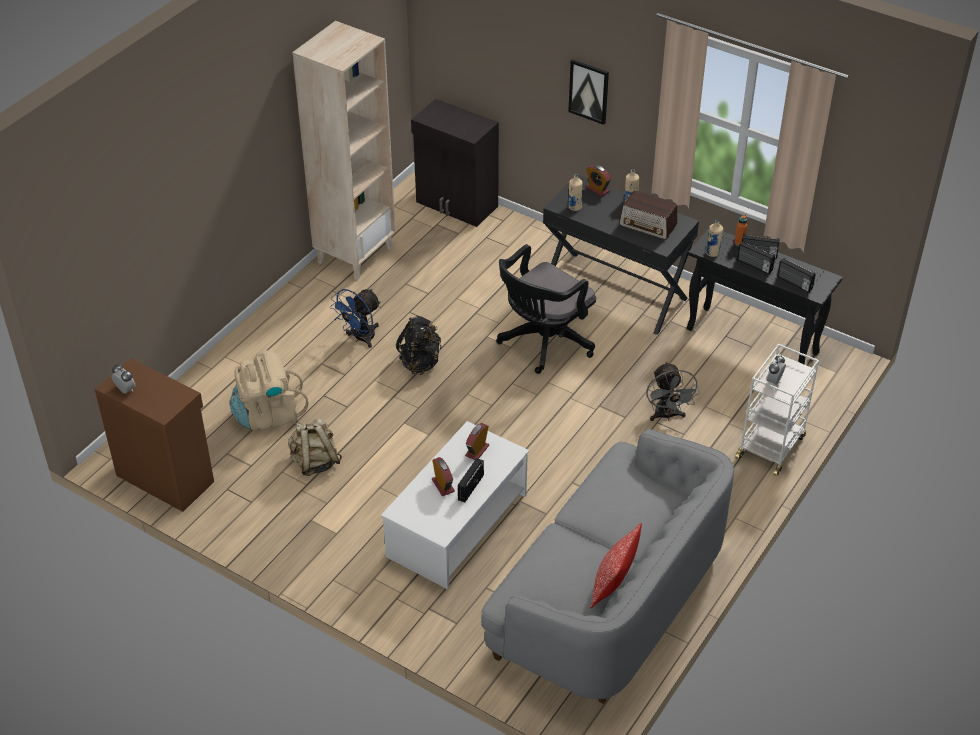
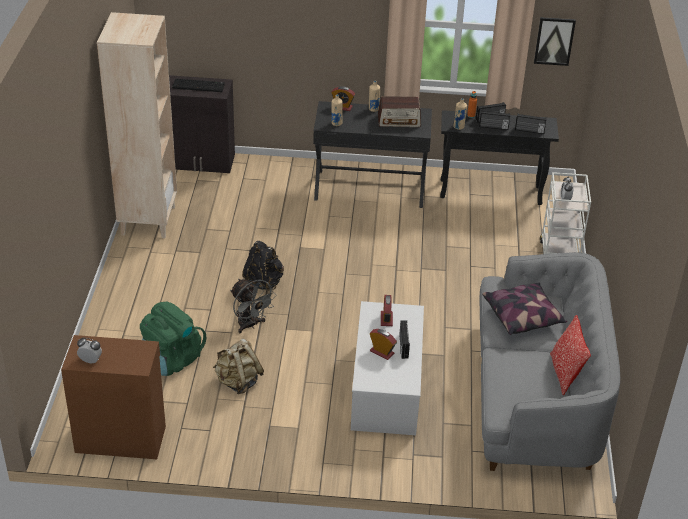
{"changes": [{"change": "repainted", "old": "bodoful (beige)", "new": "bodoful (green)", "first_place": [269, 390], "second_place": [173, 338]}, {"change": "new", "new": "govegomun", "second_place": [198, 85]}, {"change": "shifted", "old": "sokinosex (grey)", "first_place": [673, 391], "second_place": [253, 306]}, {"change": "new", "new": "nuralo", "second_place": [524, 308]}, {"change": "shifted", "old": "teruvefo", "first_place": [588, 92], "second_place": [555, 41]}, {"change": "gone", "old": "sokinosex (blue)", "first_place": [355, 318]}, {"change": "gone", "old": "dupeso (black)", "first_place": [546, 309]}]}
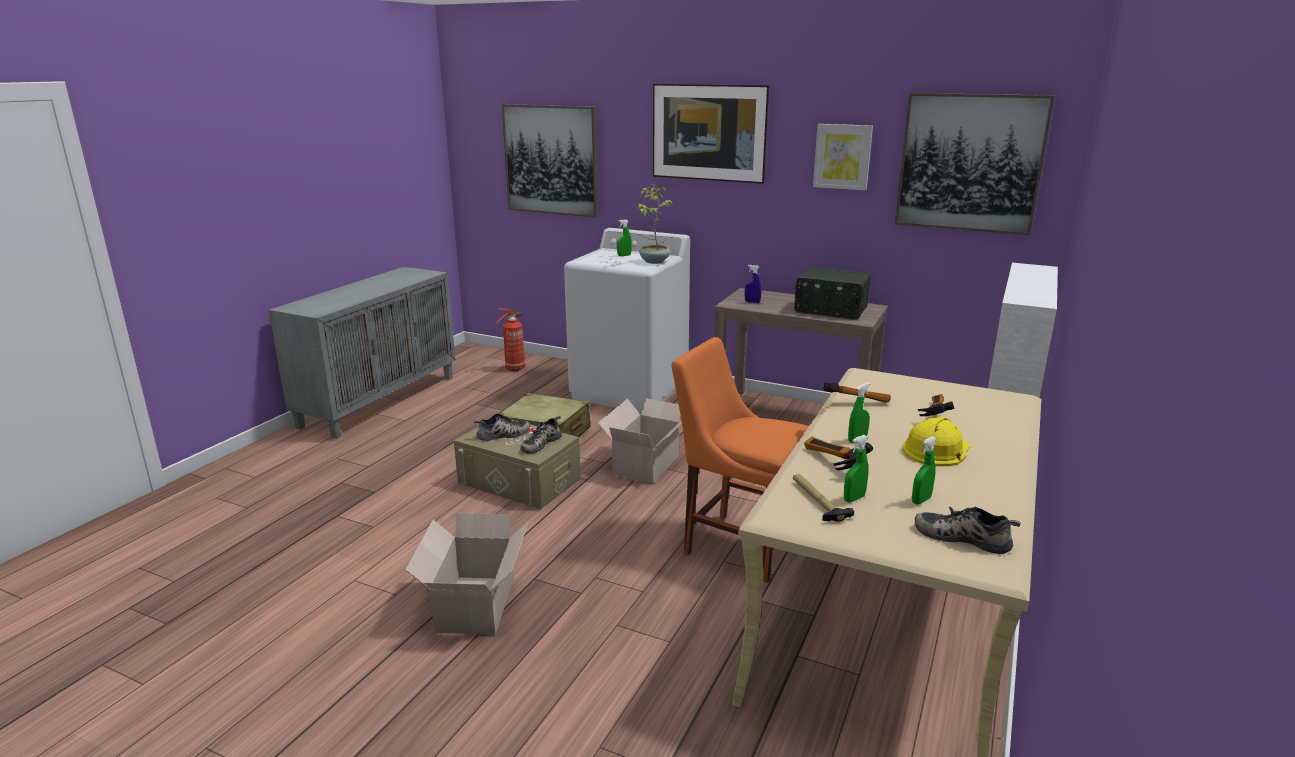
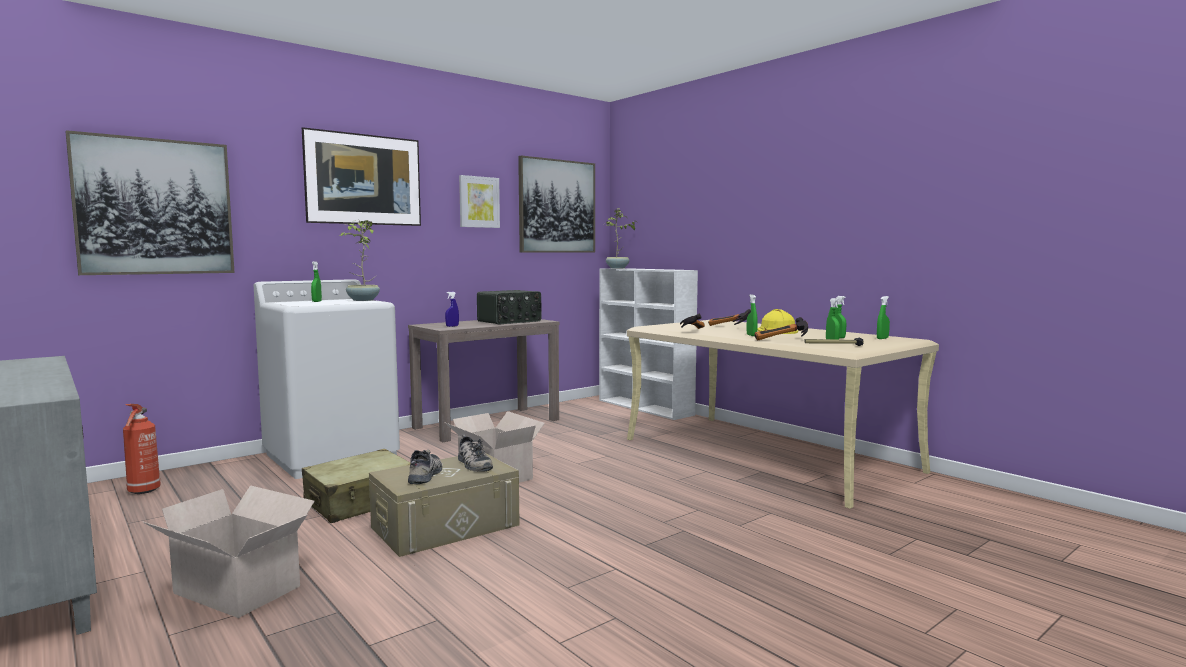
{"changes": [{"change": "shifted", "old": "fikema", "first_place": [467, 574], "second_place": [228, 551]}, {"change": "new", "new": "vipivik", "second_place": [622, 238]}, {"change": "swapped", "old": "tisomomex", "new": "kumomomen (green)", "first_place": [968, 530], "second_place": [883, 317]}, {"change": "gone", "old": "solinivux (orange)", "first_place": [740, 460]}]}
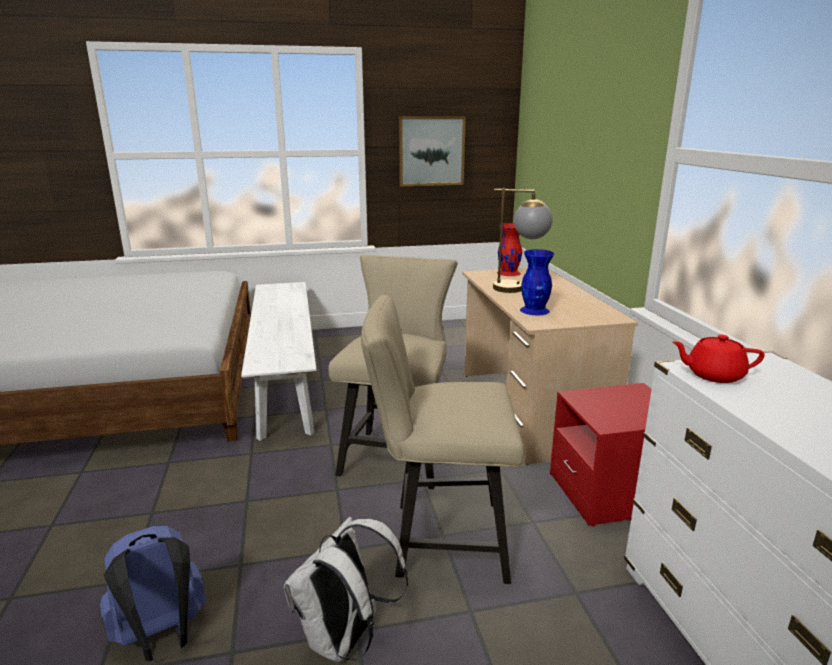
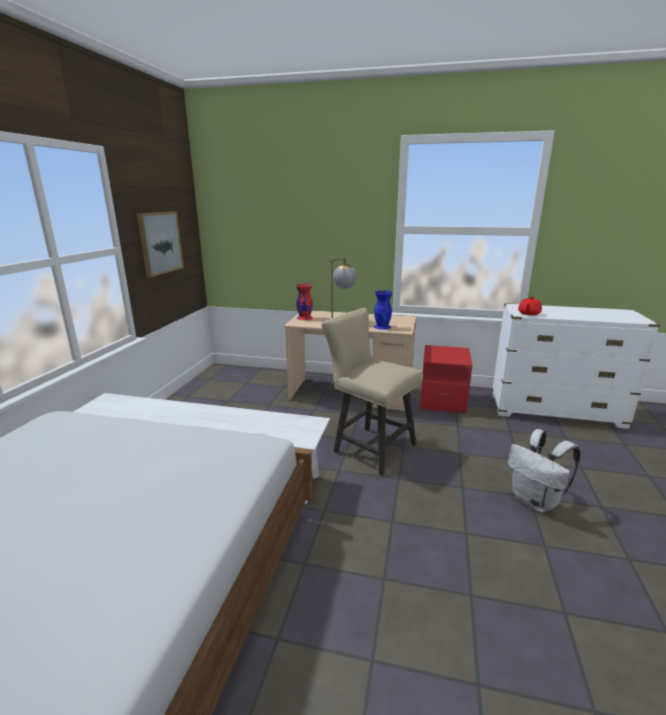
{"changes": [{"change": "gone", "old": "bodoful (blue)", "first_place": [153, 593]}, {"change": "gone", "old": "solinivux (beige)", "first_place": [442, 439]}]}
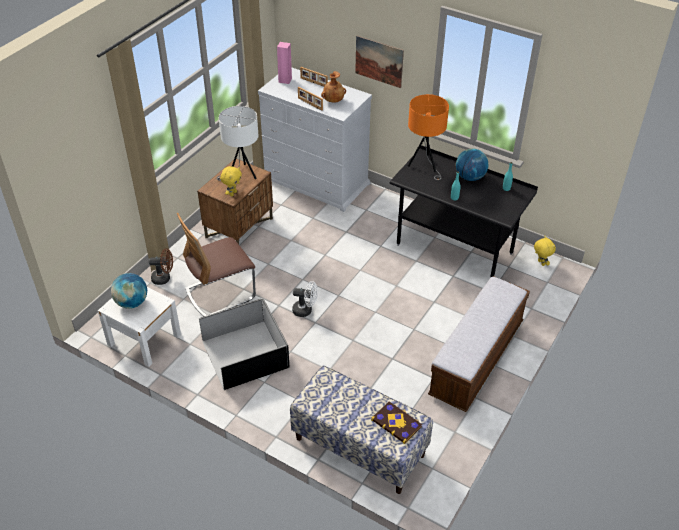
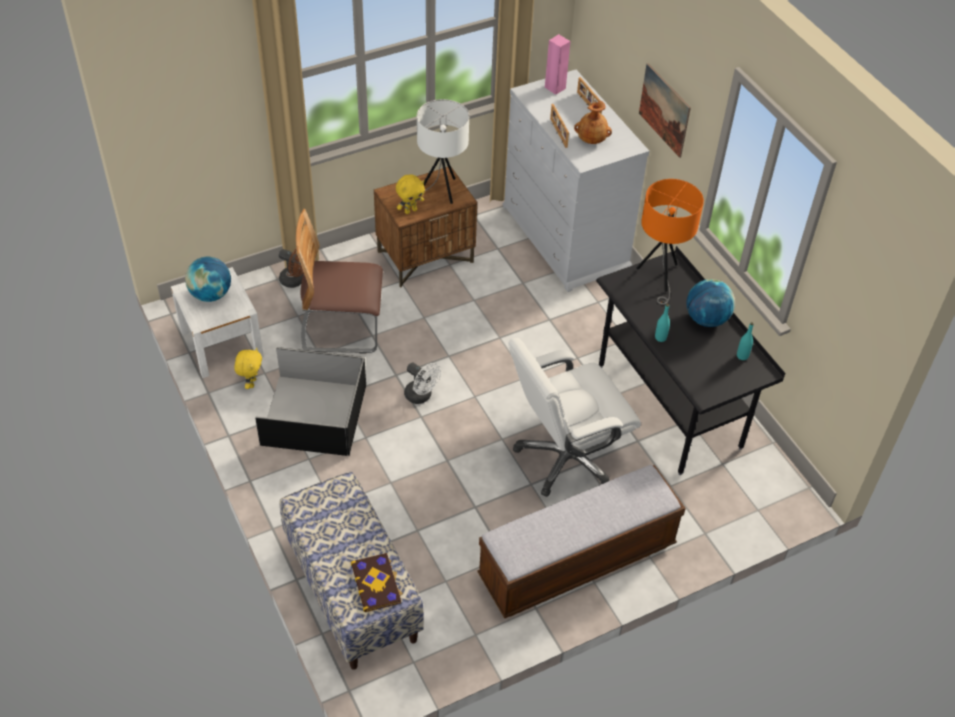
{"changes": [{"change": "shifted", "old": "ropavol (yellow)", "first_place": [545, 251], "second_place": [248, 368]}, {"change": "new", "new": "dupeso (white)", "second_place": [575, 417]}]}
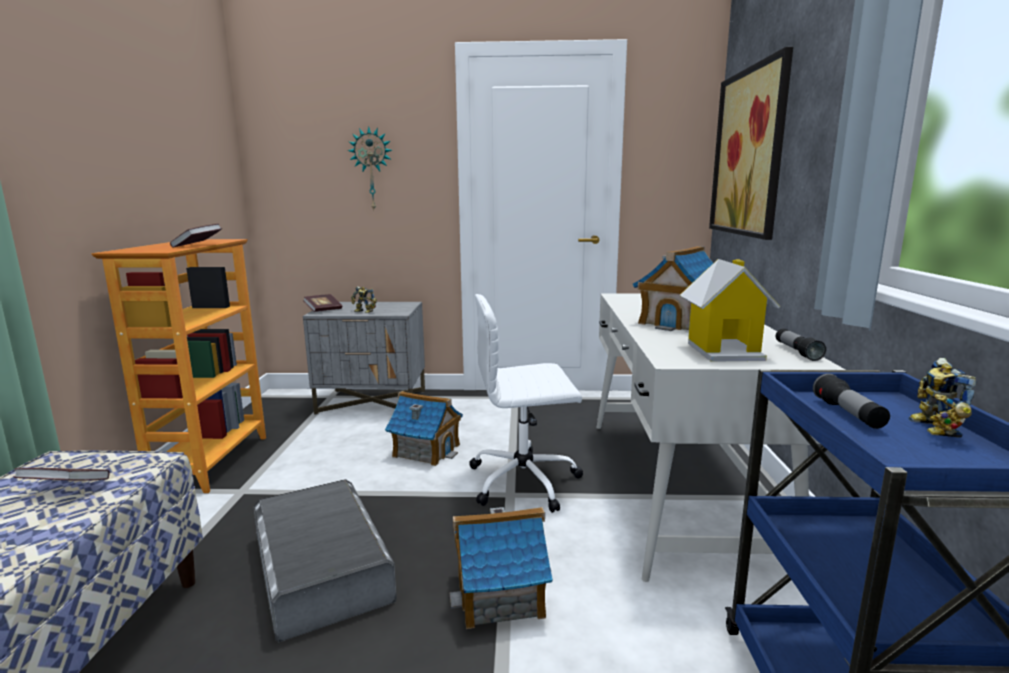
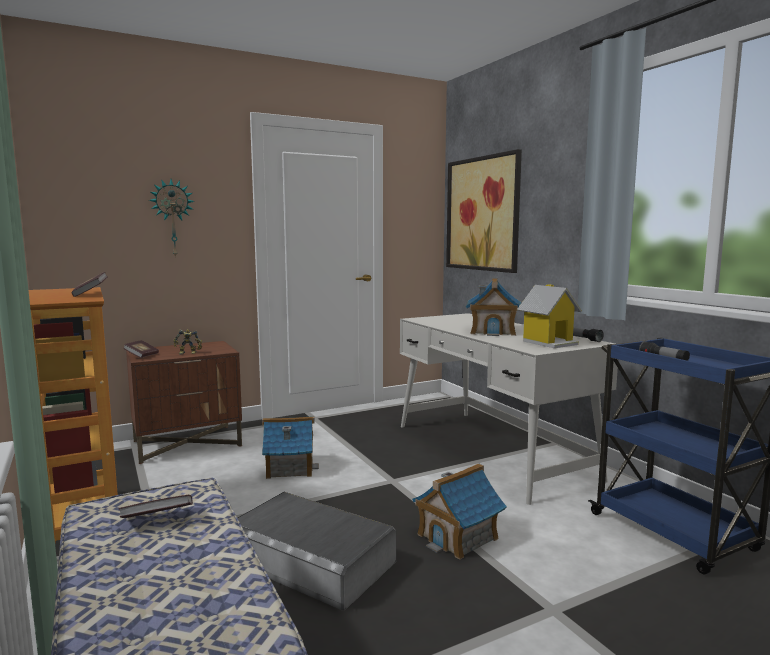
{"changes": [{"change": "repainted", "old": "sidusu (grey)", "new": "sidusu (brown)", "first_place": [364, 358], "second_place": [184, 402]}, {"change": "gone", "old": "dupeso (white)", "first_place": [526, 403]}, {"change": "gone", "old": "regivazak", "first_place": [942, 398]}]}
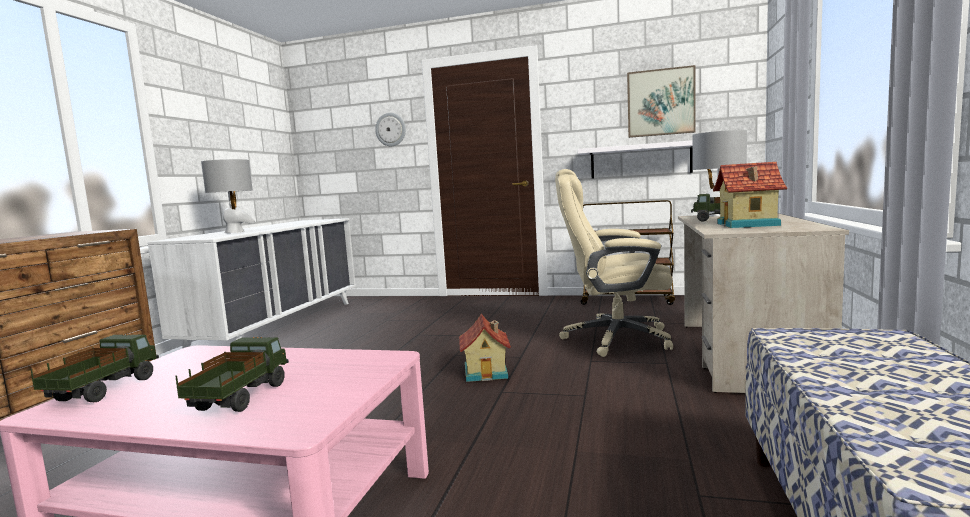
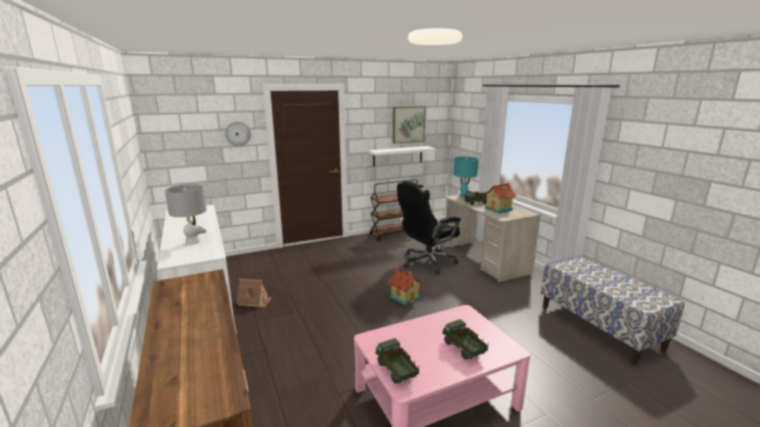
{"changes": [{"change": "new", "new": "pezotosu", "second_place": [254, 293]}, {"change": "repainted", "old": "dupeso (beige)", "new": "dupeso (black)", "first_place": [614, 263], "second_place": [429, 227]}, {"change": "repainted", "old": "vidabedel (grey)", "new": "vidabedel (turquoise)", "first_place": [719, 173], "second_place": [466, 177]}]}
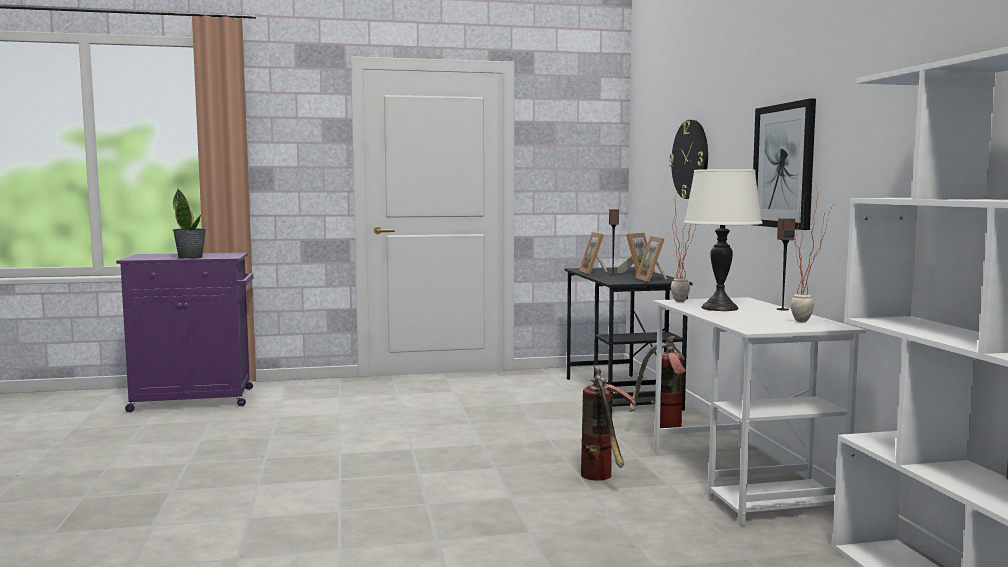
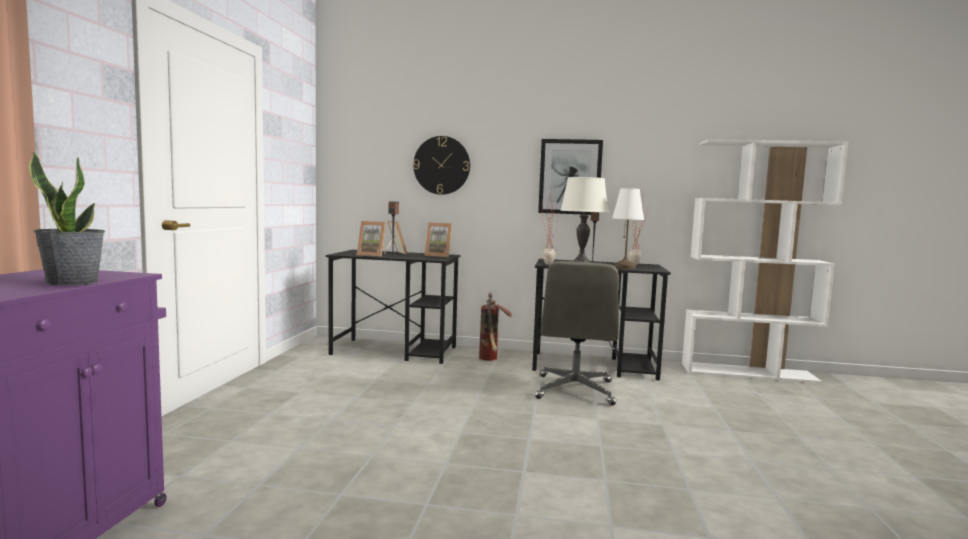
{"changes": [{"change": "repainted", "old": "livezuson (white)", "new": "livezuson (black)", "first_place": [759, 411], "second_place": [601, 320]}, {"change": "swapped", "old": "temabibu", "new": "dupeso (grey)", "first_place": [608, 423], "second_place": [577, 333]}, {"change": "new", "new": "vidabedel (white)", "second_place": [628, 228]}]}
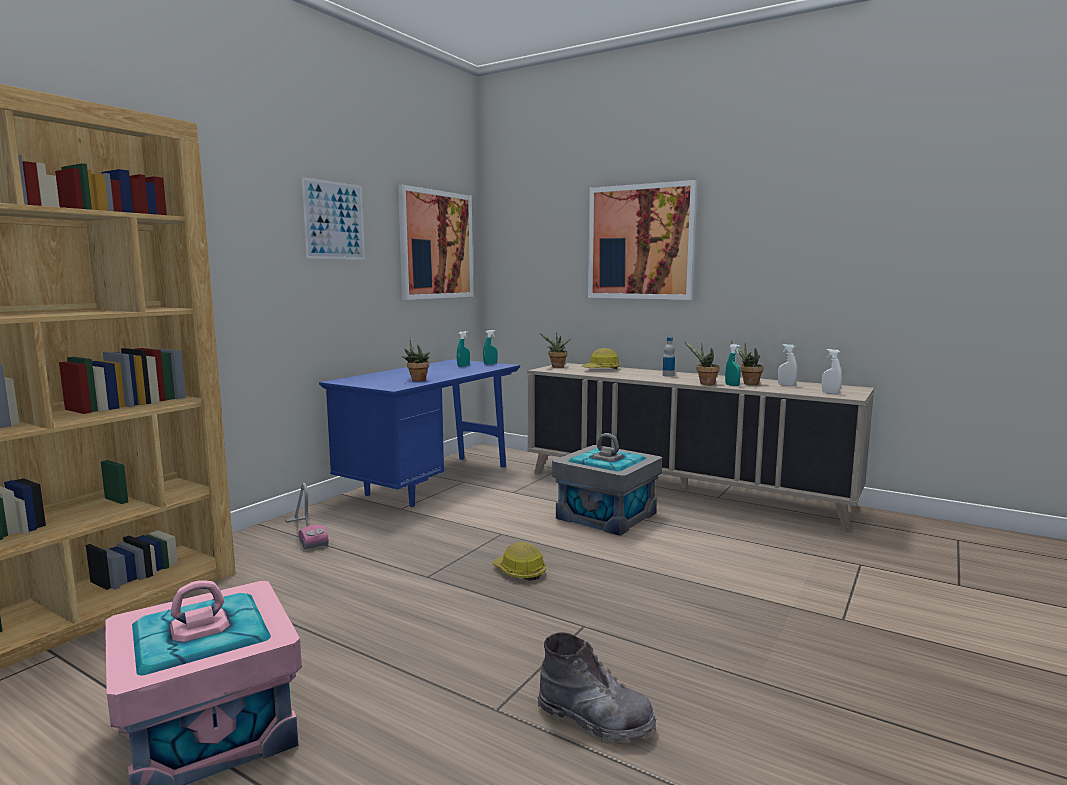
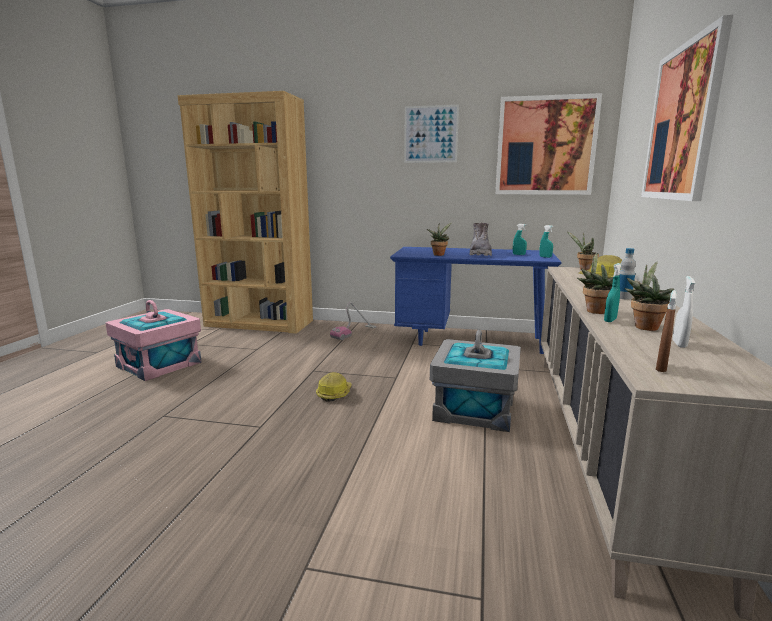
{"changes": [{"change": "shifted", "old": "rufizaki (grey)", "first_place": [597, 688], "second_place": [481, 239]}, {"change": "repainted", "old": "kumomomen (white)", "new": "kumomomen (brown)", "first_place": [832, 371], "second_place": [666, 331]}]}
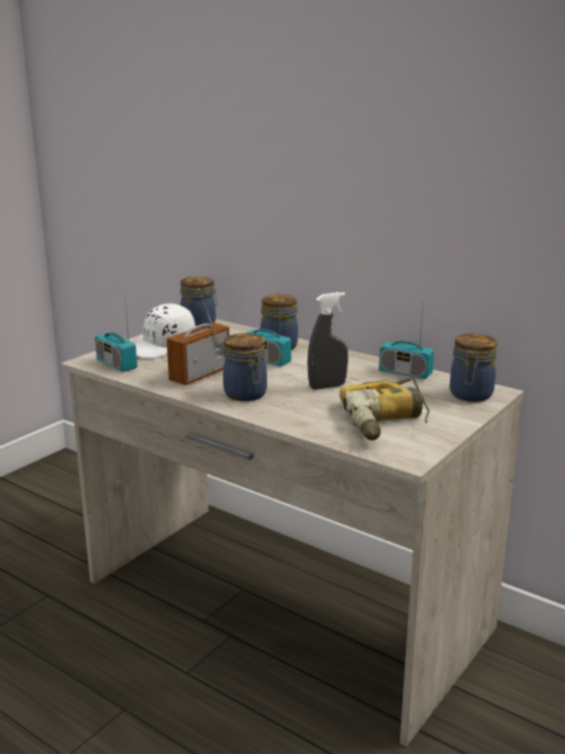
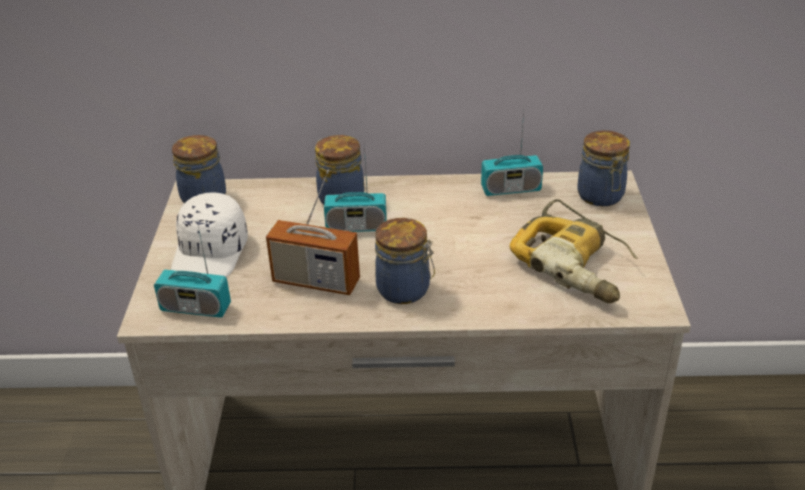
{"changes": [{"change": "rotated", "old": "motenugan", "first_place": [198, 336], "second_place": [313, 232], "degrees": -75}, {"change": "gone", "old": "kumomomen (grey)", "first_place": [327, 341]}]}
